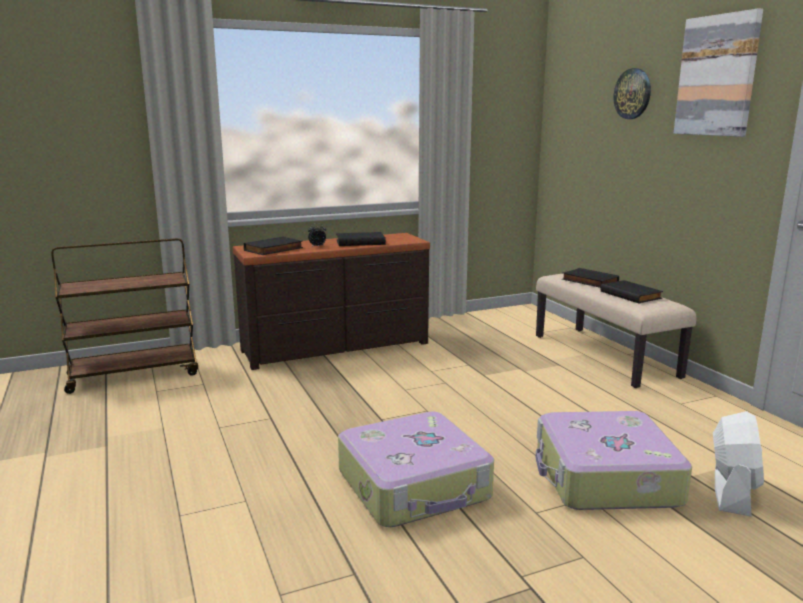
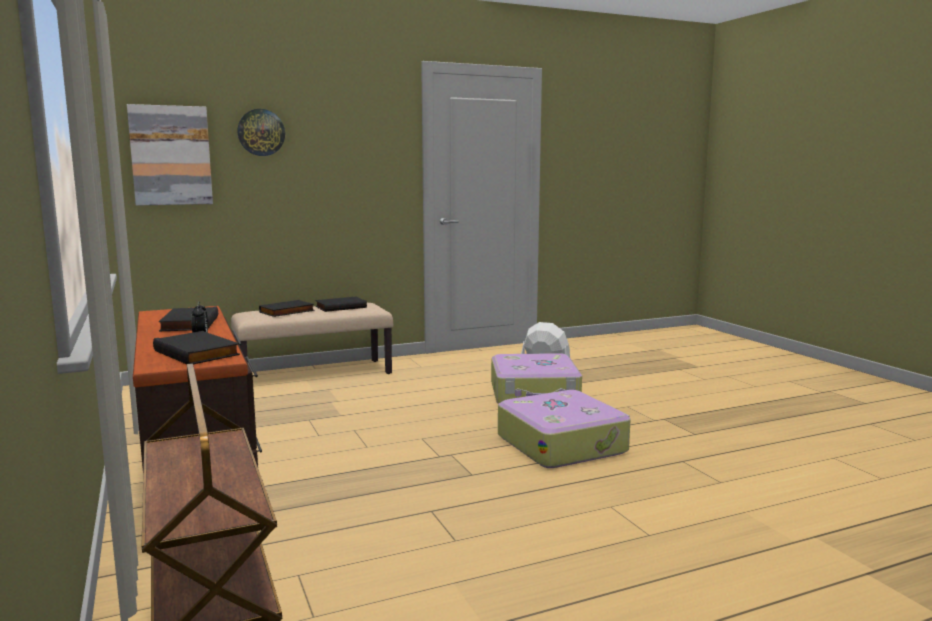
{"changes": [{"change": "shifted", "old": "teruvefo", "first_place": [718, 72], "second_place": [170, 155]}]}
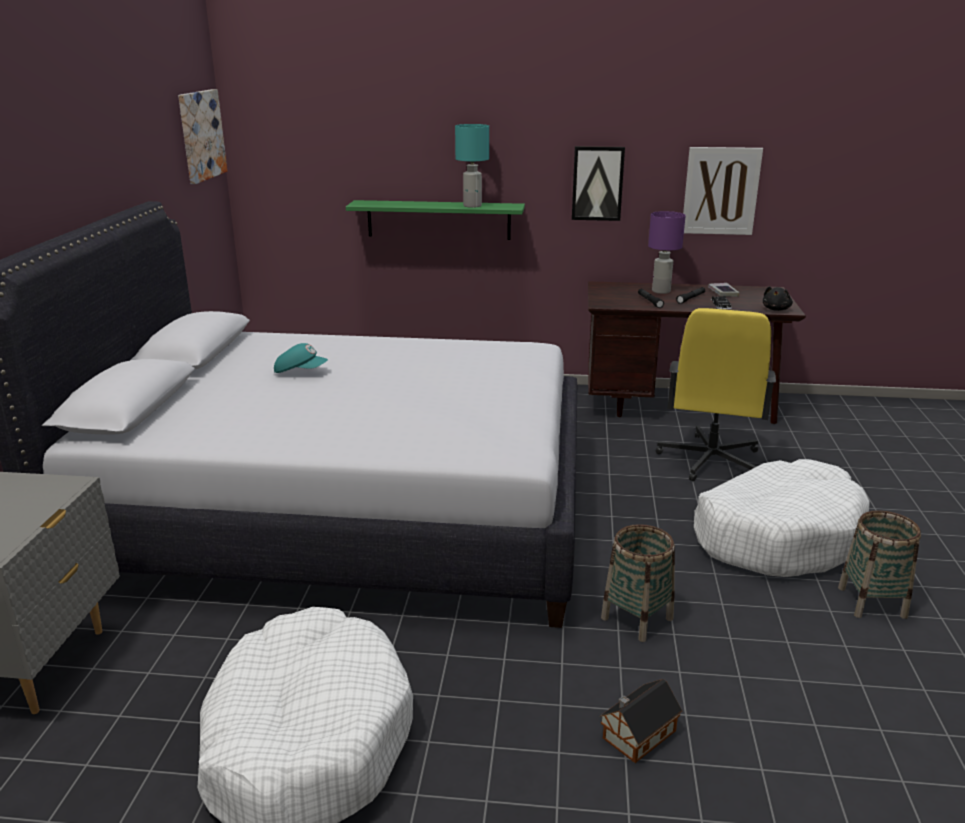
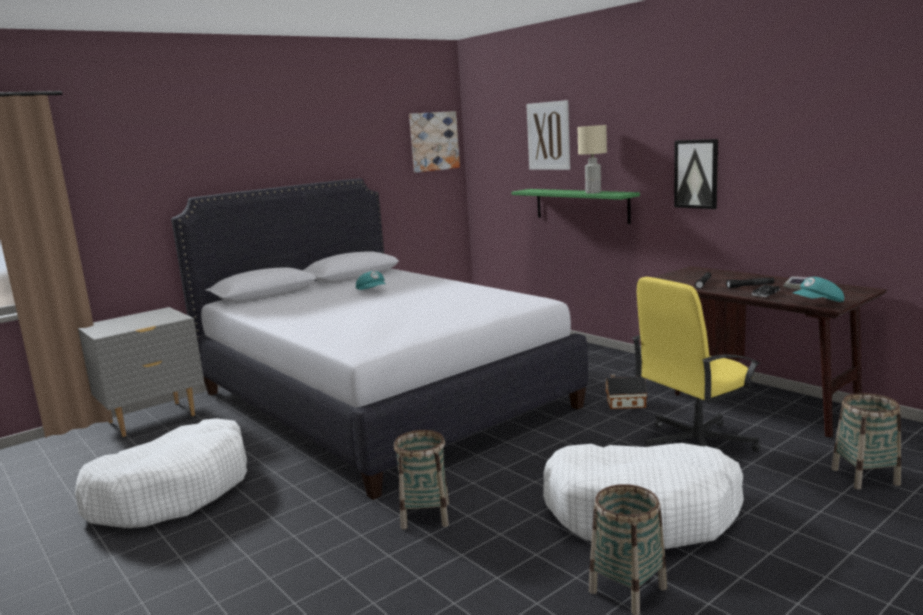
{"changes": [{"change": "shifted", "old": "teruvefo", "first_place": [723, 191], "second_place": [548, 135]}, {"change": "repainted", "old": "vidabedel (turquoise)", "new": "vidabedel (beige)", "first_place": [472, 166], "second_place": [592, 159]}, {"change": "shifted", "old": "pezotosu", "first_place": [641, 721], "second_place": [626, 391]}, {"change": "swapped", "old": "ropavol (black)", "new": "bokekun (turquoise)", "first_place": [778, 298], "second_place": [818, 289]}, {"change": "new", "new": "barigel", "second_place": [866, 441]}, {"change": "gone", "old": "vidabedel (purple)", "first_place": [667, 252]}]}
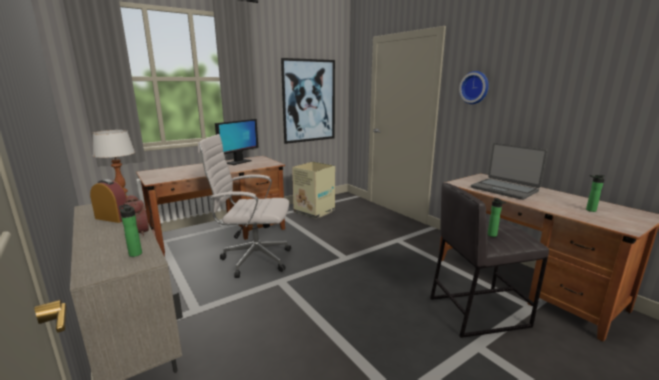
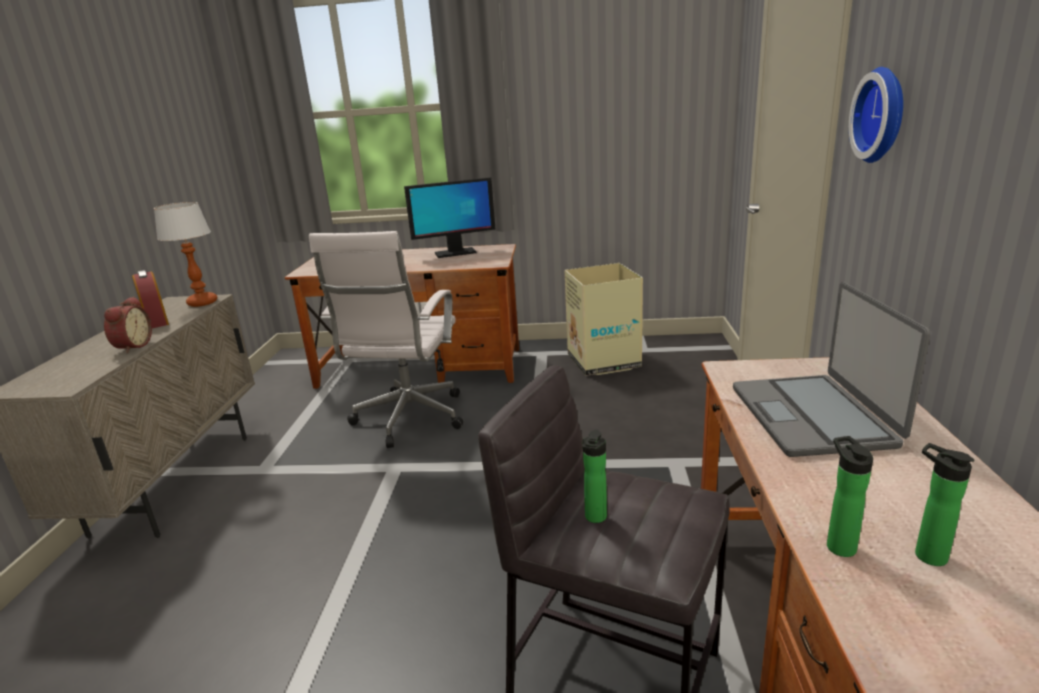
{"changes": [{"change": "rotated", "old": "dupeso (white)", "first_place": [244, 206], "second_place": [386, 339], "degrees": -120}, {"change": "shifted", "old": "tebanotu", "first_place": [130, 230], "second_place": [850, 496]}, {"change": "gone", "old": "teruvefo", "first_place": [308, 101]}]}
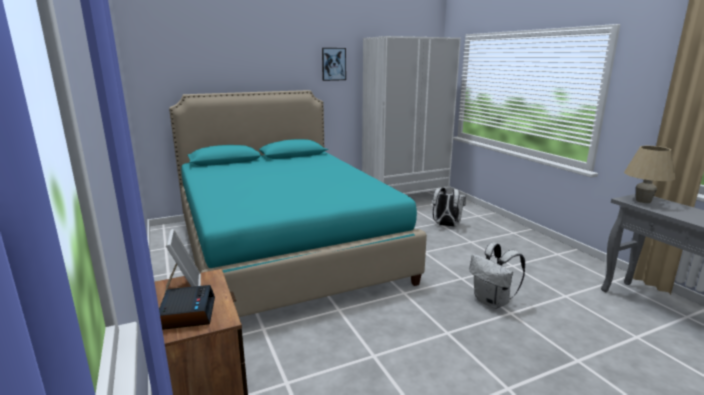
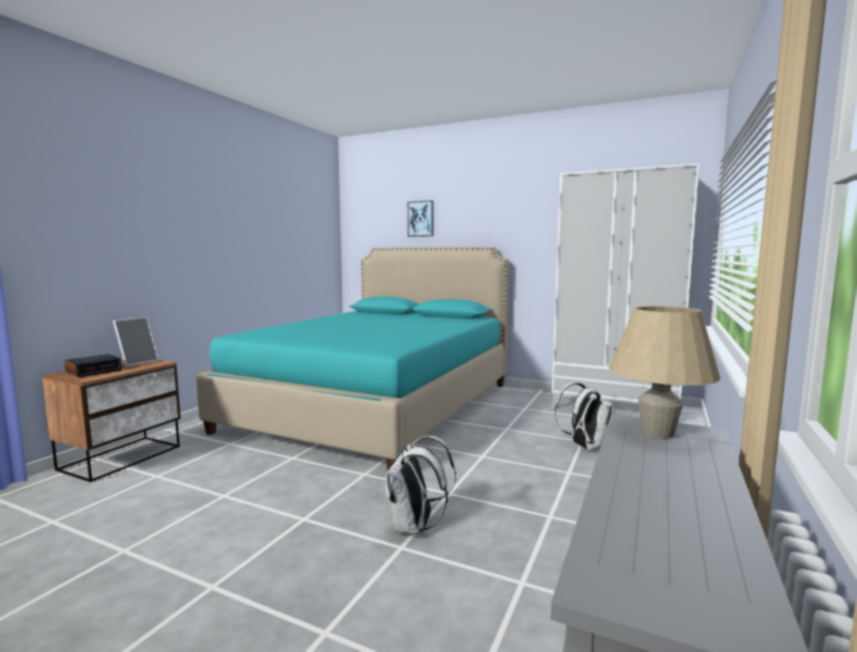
{"changes": [{"change": "shifted", "old": "teruvefo", "first_place": [334, 64], "second_place": [421, 218]}]}
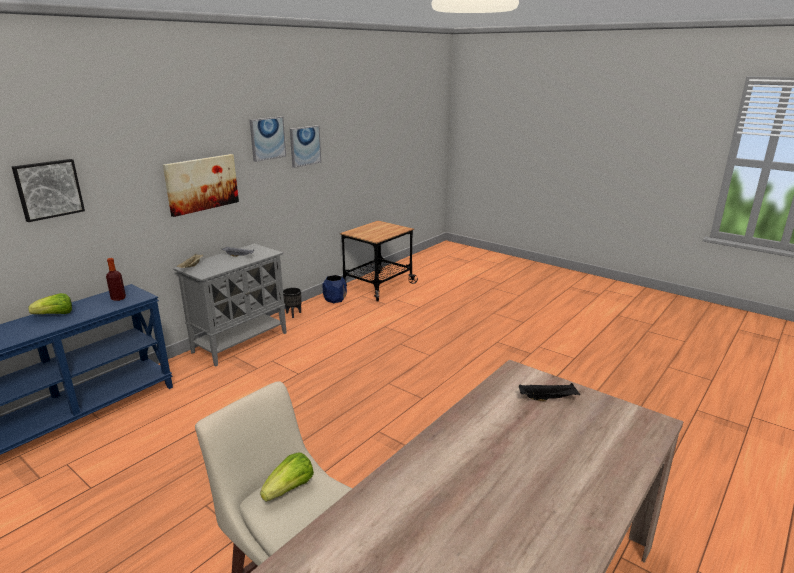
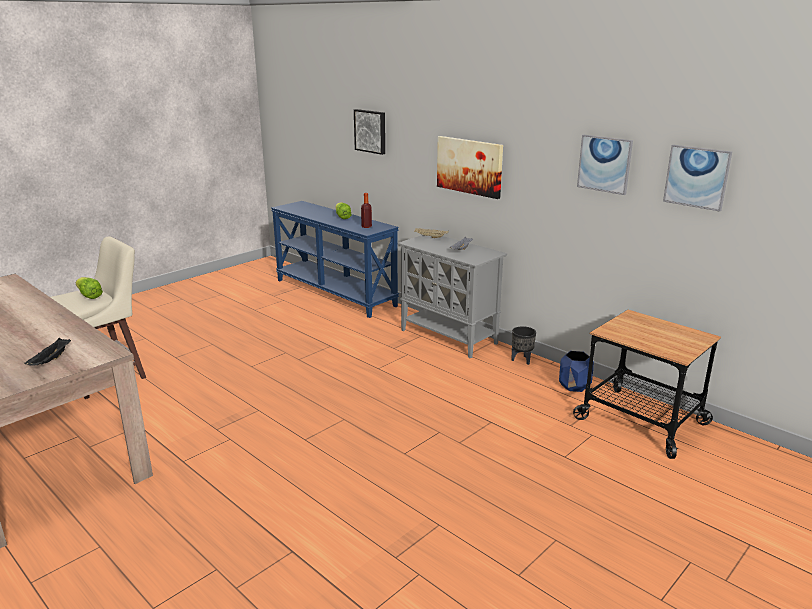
{"changes": [{"change": "shifted", "old": "teruvefo", "first_place": [267, 139], "second_place": [697, 178]}]}
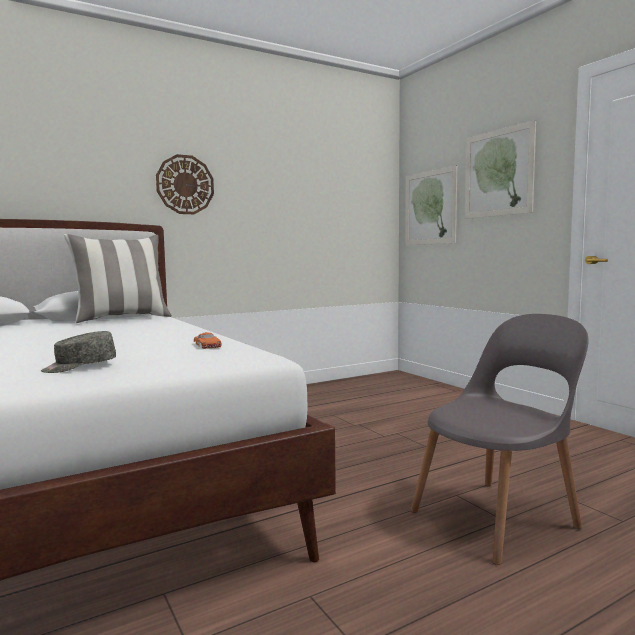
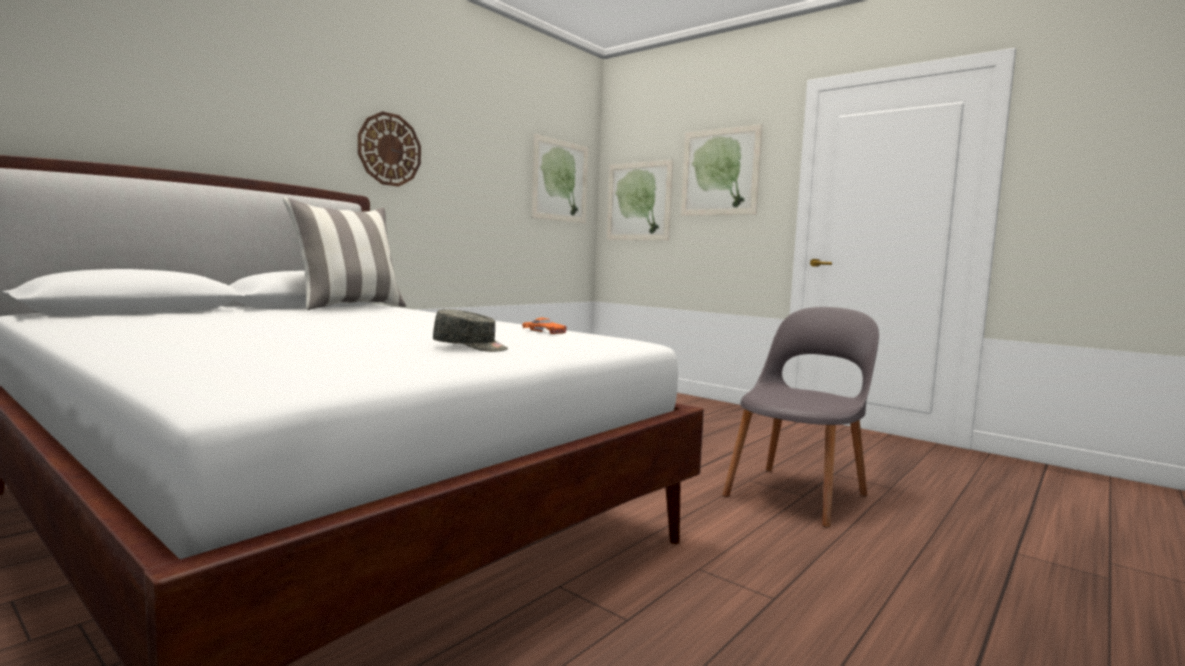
{"changes": [{"change": "rotated", "old": "bokekun (grey)", "first_place": [78, 352], "second_place": [470, 330], "degrees": -105}, {"change": "new", "new": "teruvefo", "second_place": [560, 178]}]}
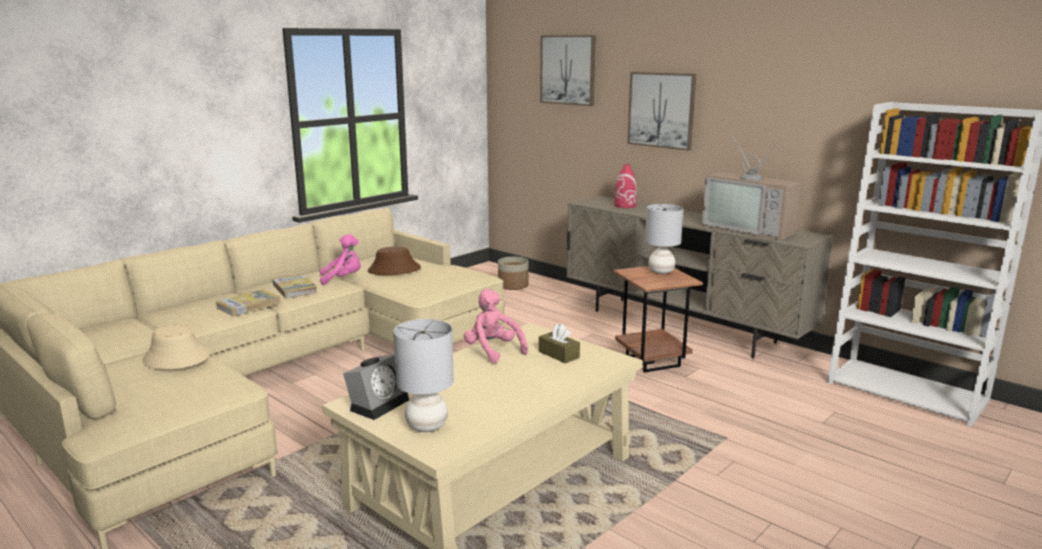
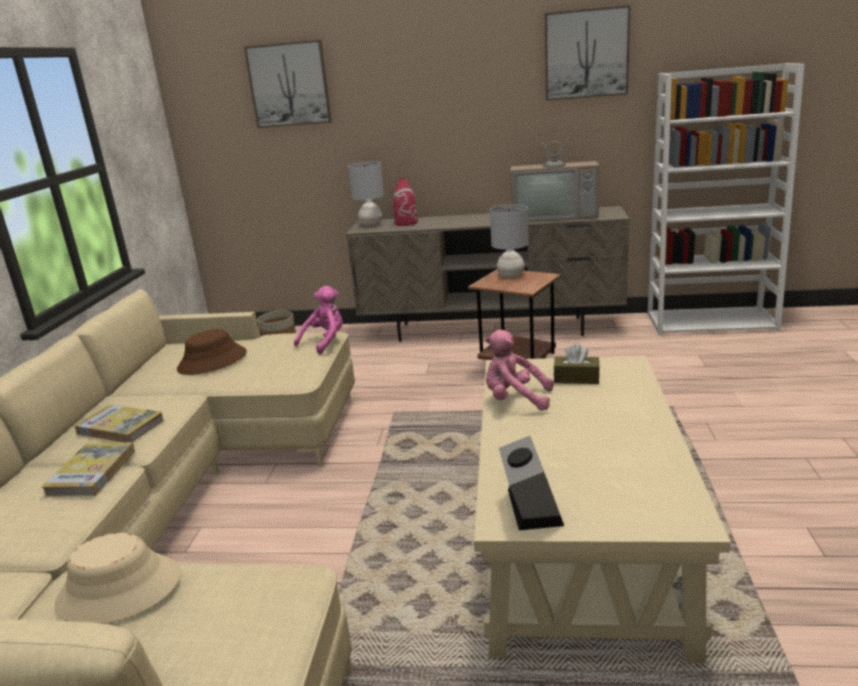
{"changes": [{"change": "shifted", "old": "ropavol (pink)", "first_place": [340, 259], "second_place": [318, 320]}, {"change": "shifted", "old": "vidabedel (grey)", "first_place": [423, 375], "second_place": [366, 194]}, {"change": "shifted", "old": "teruvefo", "first_place": [661, 111], "second_place": [588, 53]}]}
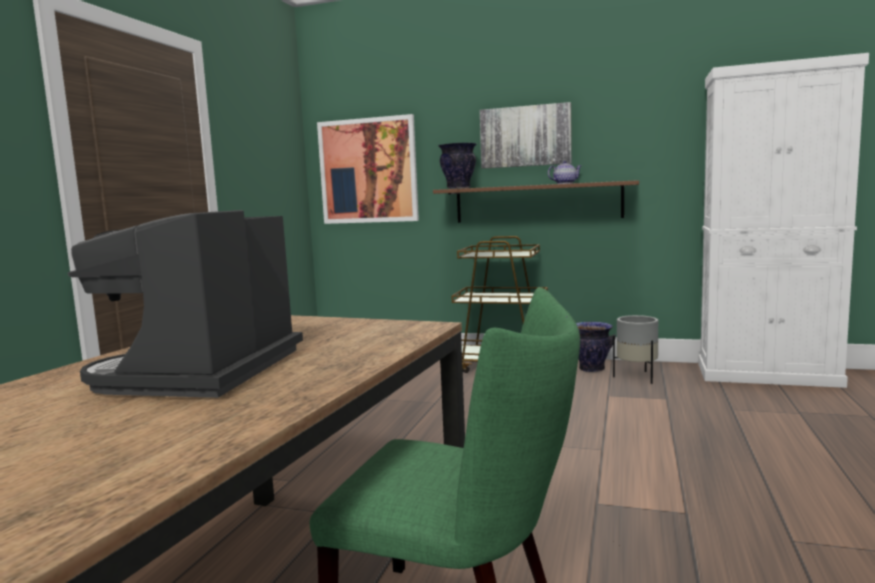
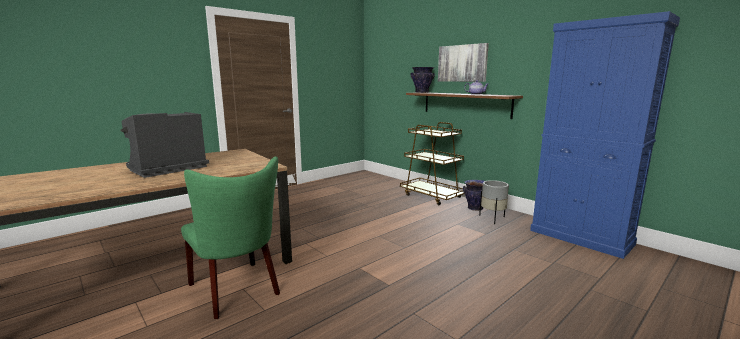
{"changes": [{"change": "repainted", "old": "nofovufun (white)", "new": "nofovufun (blue)", "first_place": [783, 220], "second_place": [605, 135]}, {"change": "gone", "old": "teruvefo", "first_place": [368, 169]}]}
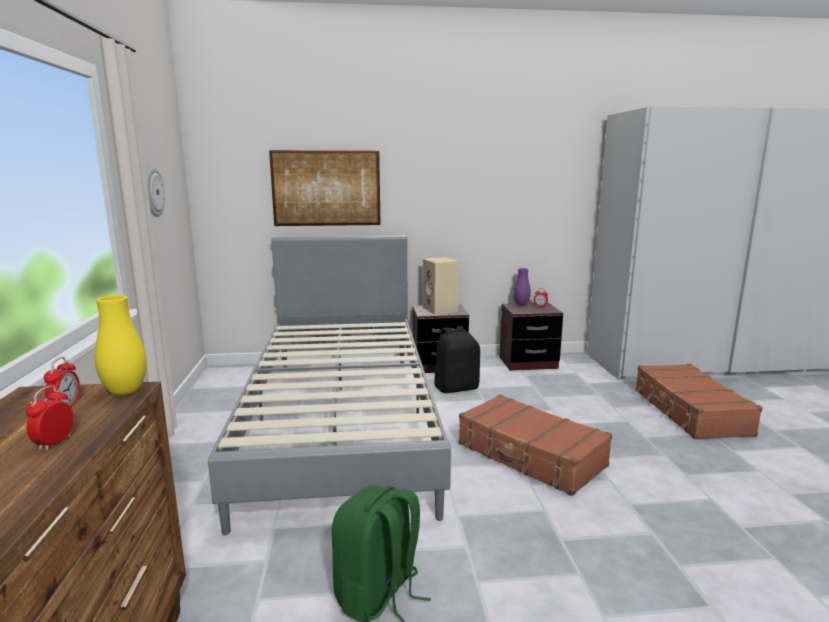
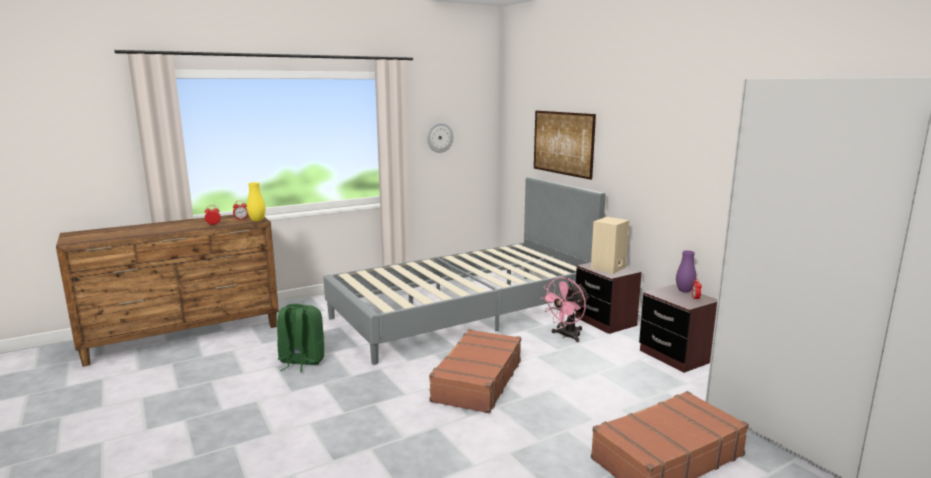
{"changes": [{"change": "swapped", "old": "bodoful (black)", "new": "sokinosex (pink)", "first_place": [457, 359], "second_place": [565, 309]}]}
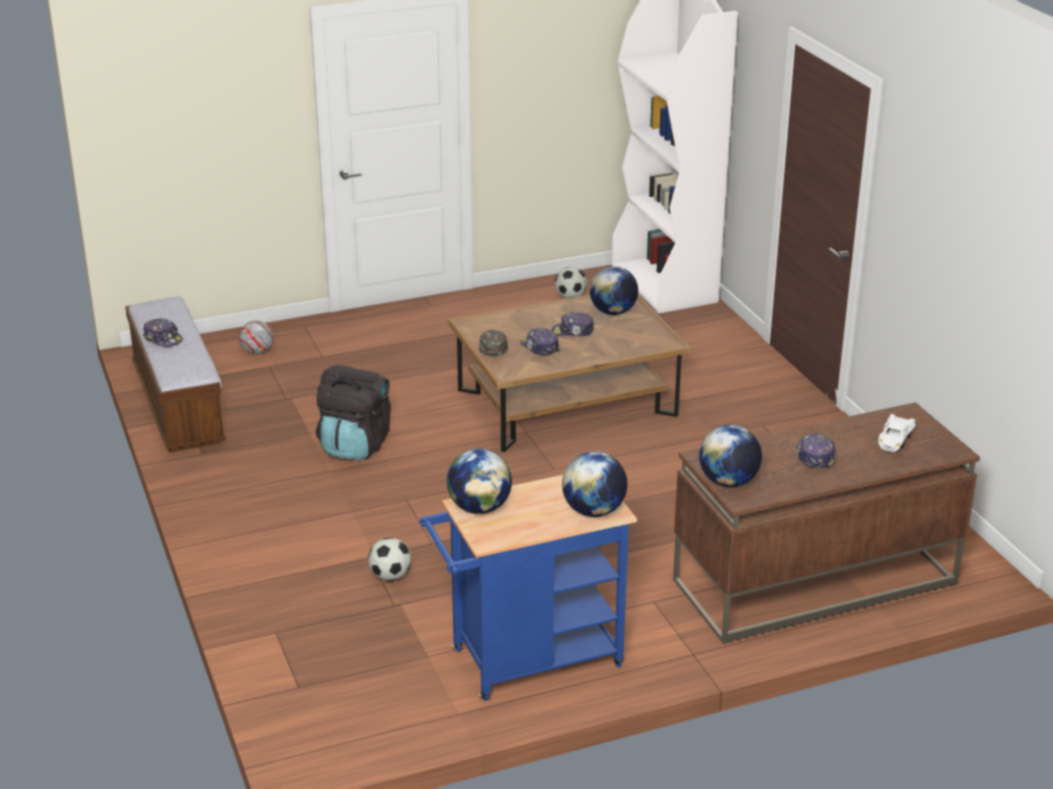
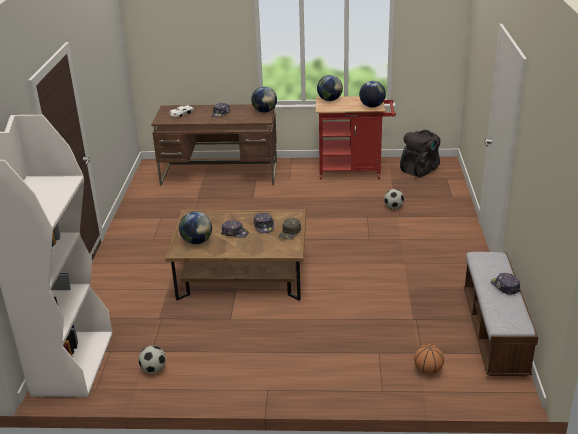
{"changes": [{"change": "repainted", "old": "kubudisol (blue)", "new": "kubudisol (red)", "first_place": [528, 588], "second_place": [356, 137]}, {"change": "shifted", "old": "bodoful (black)", "first_place": [353, 412], "second_place": [420, 154]}, {"change": "swapped", "old": "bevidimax", "new": "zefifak", "first_place": [256, 337], "second_place": [429, 359]}]}
